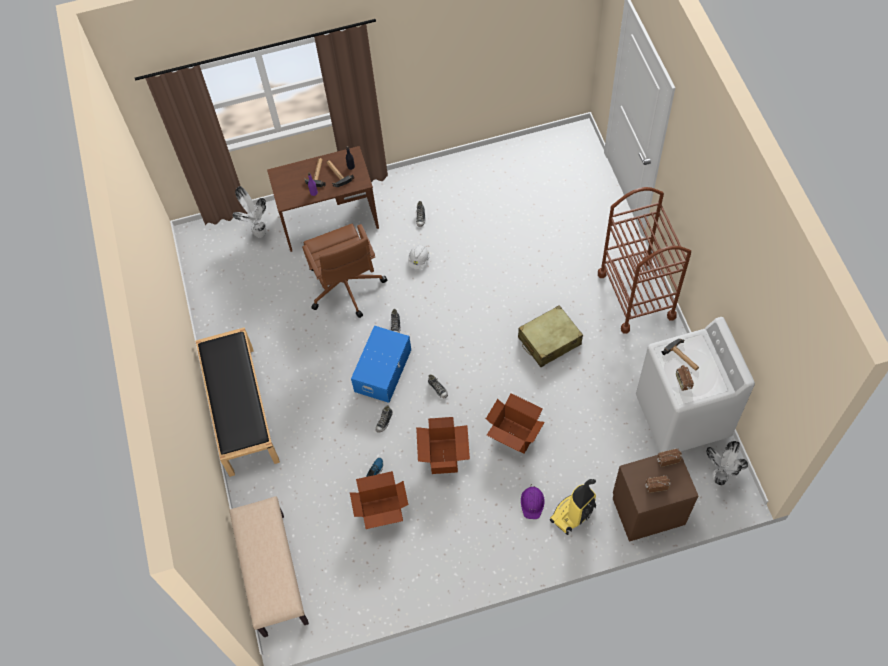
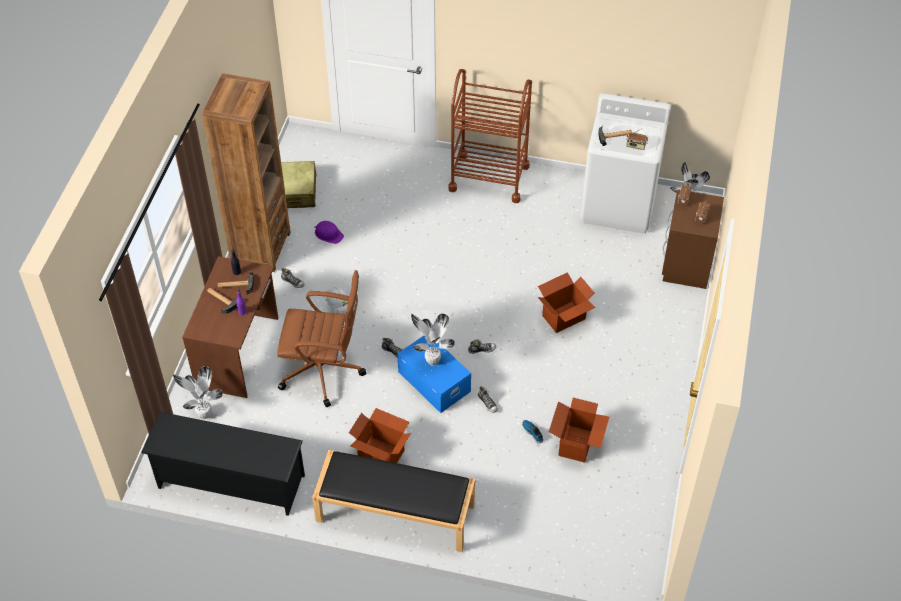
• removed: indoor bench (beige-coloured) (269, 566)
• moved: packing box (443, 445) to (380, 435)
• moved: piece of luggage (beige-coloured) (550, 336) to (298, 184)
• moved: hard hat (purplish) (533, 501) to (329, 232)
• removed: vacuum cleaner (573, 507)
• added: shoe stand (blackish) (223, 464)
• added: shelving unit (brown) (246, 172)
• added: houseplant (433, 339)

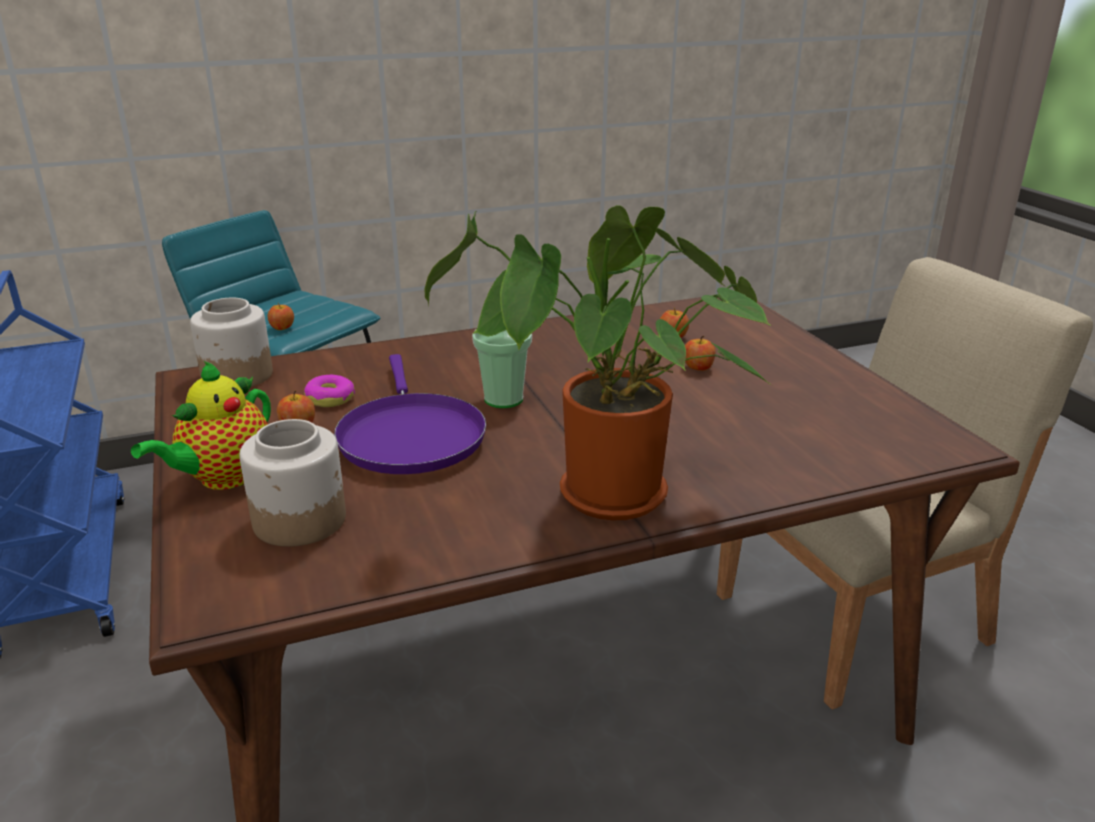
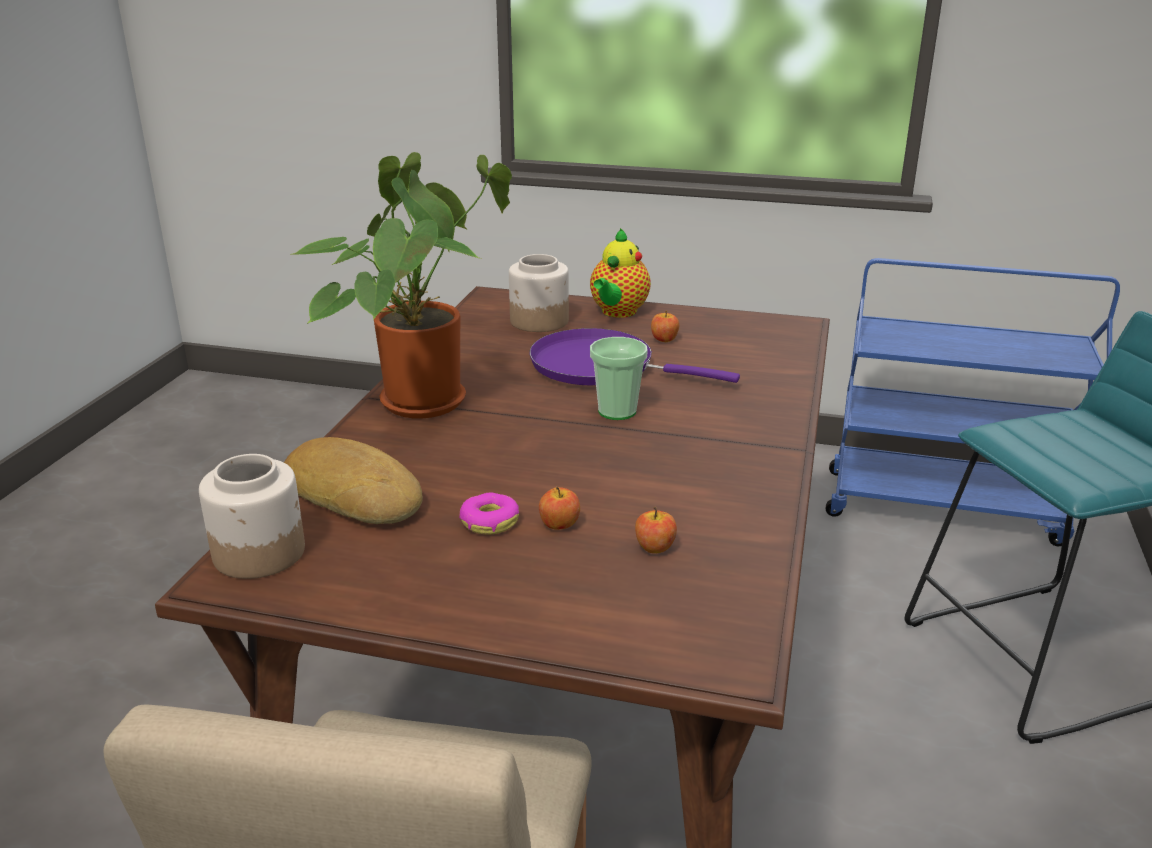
• turned: teapot (201, 425) = (620, 273) 135 degrees counterclockwise
• moved: preserve jar (231, 342) to (252, 516)
• removed: whole apple (281, 316)
• moved: ring doughnut (329, 391) to (489, 514)
• added: bakery bread (353, 480)

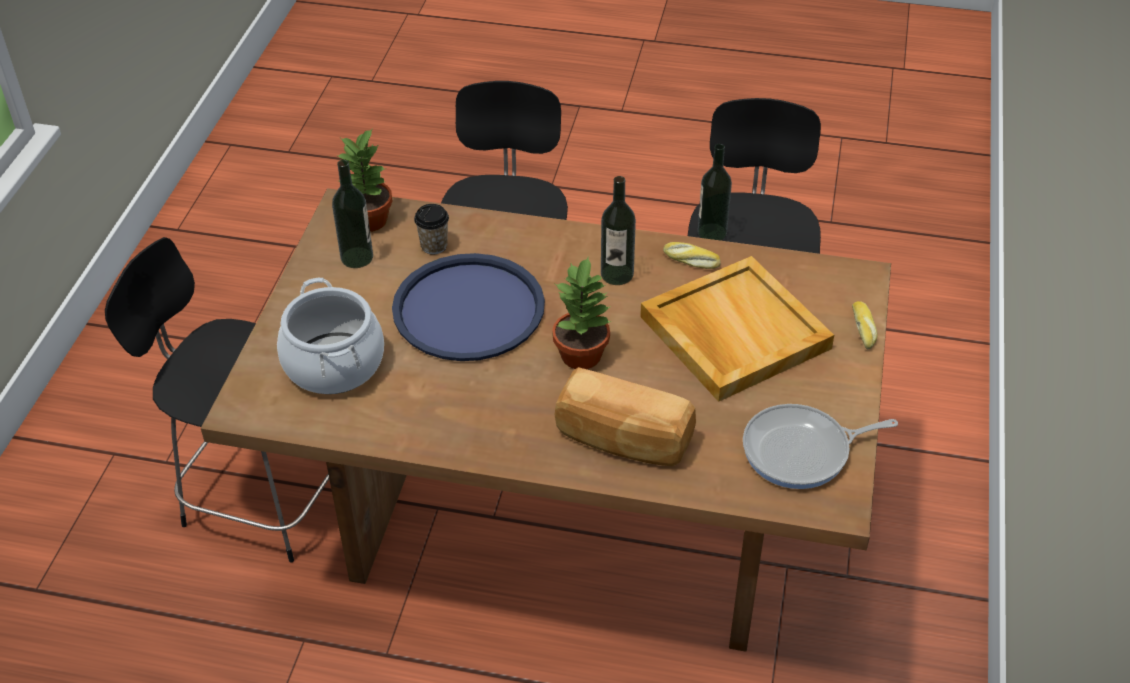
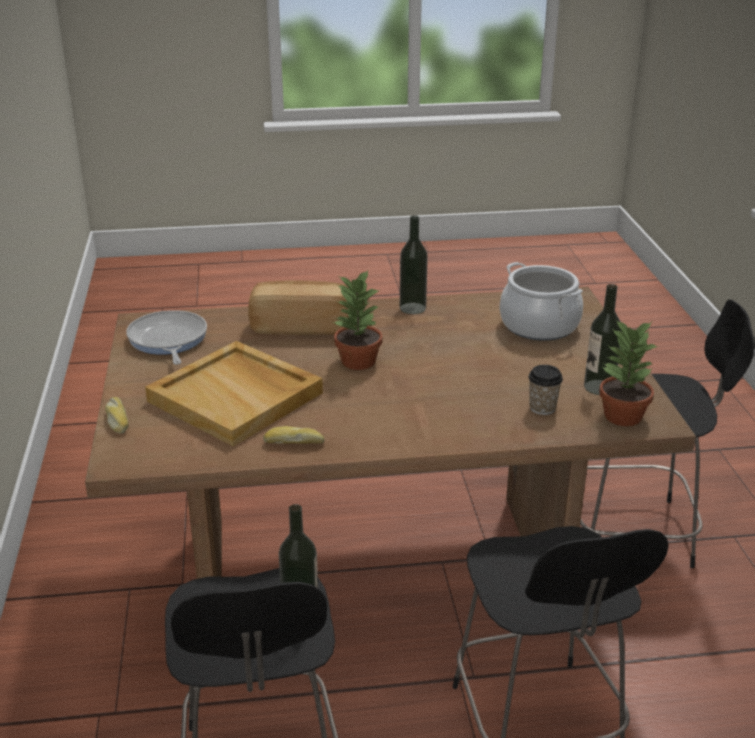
• removed: serving tray (blue) (468, 307)
• moved: drink bottle (618, 230) to (414, 264)
• turned: frying pan (820, 446) = (166, 337) 75 degrees counterclockwise

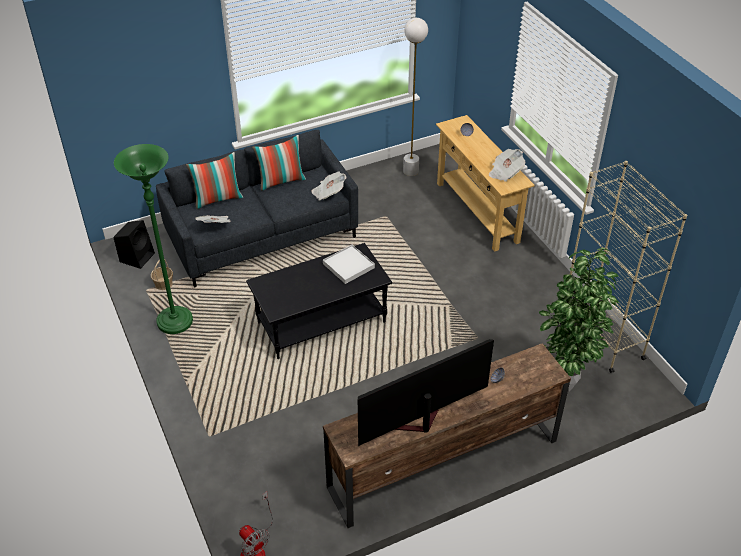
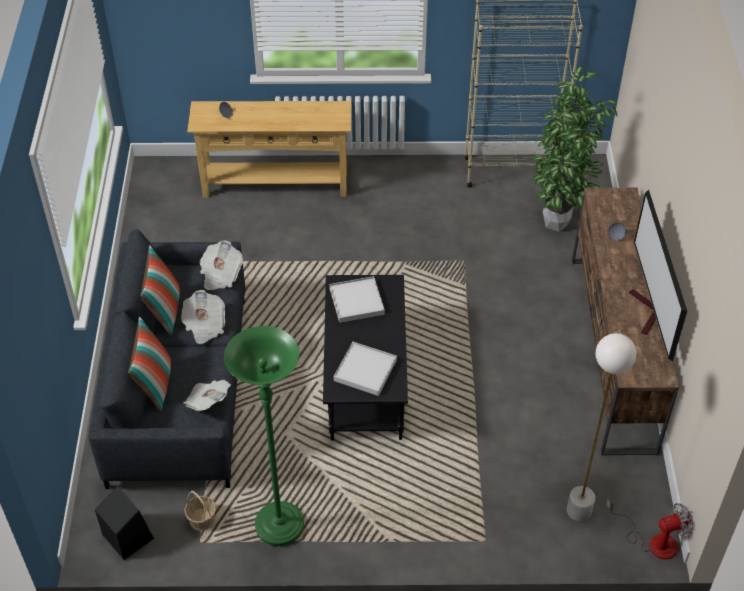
• moved: standing lamp (white-coloured) (415, 97) to (602, 427)
• moved: printed paper (507, 165) to (203, 317)
• added: serving tray (white-coloured) (365, 369)

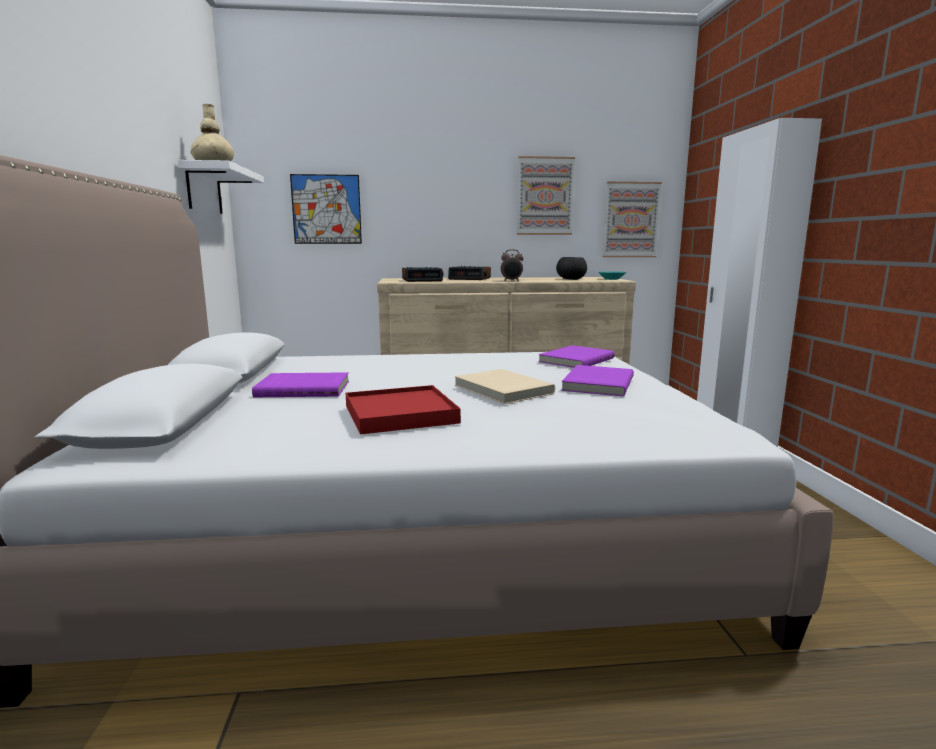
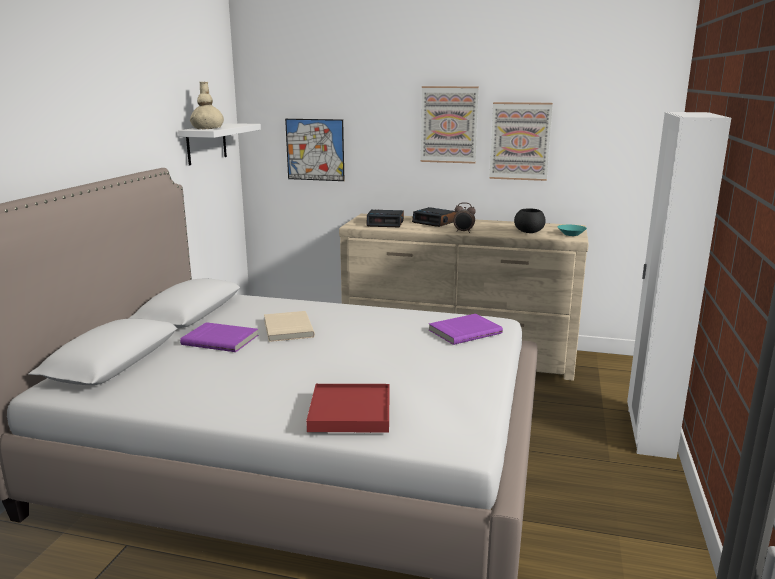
• moved: serving tray (red-coloured) (403, 409) to (348, 408)
• moved: bound book (beige-coloured) (505, 386) to (289, 326)
• removed: bound book (purplish) (597, 380)
• moved: wall art (632, 219) to (450, 125)

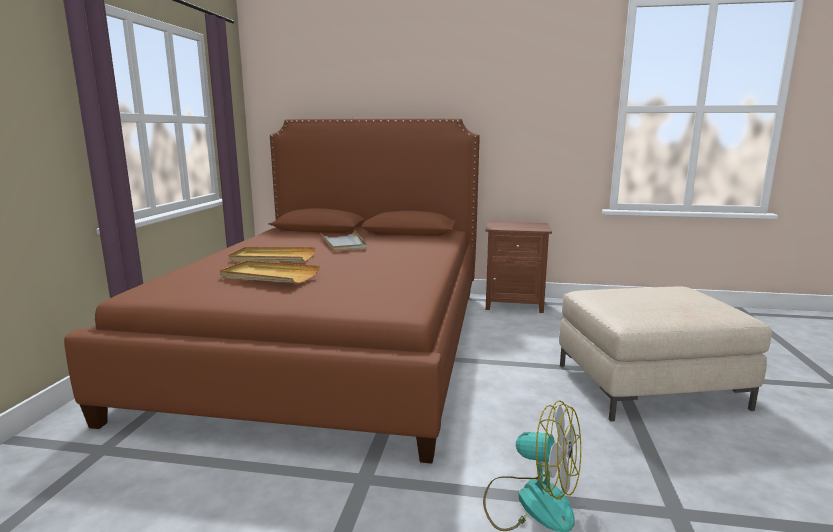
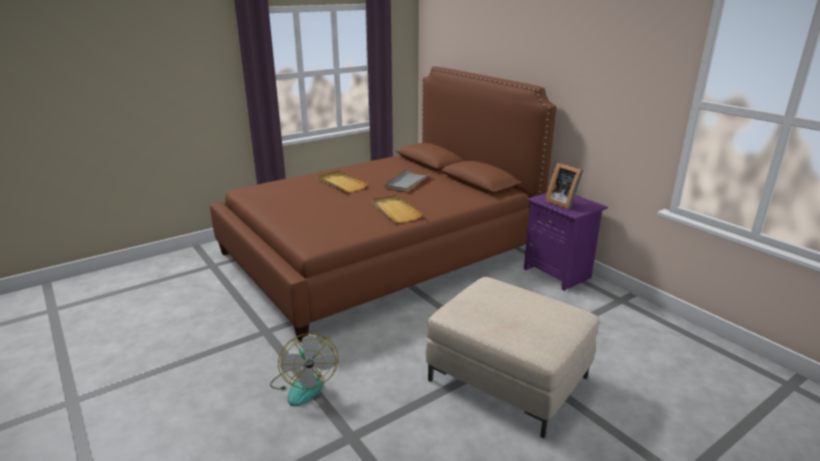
• moved: serving tray (beige-coloured) (270, 272) to (397, 209)
• recoloured: bedside table (brown) (519, 267) to bedside table (purplish) (566, 242)
• added: picture frame (564, 186)

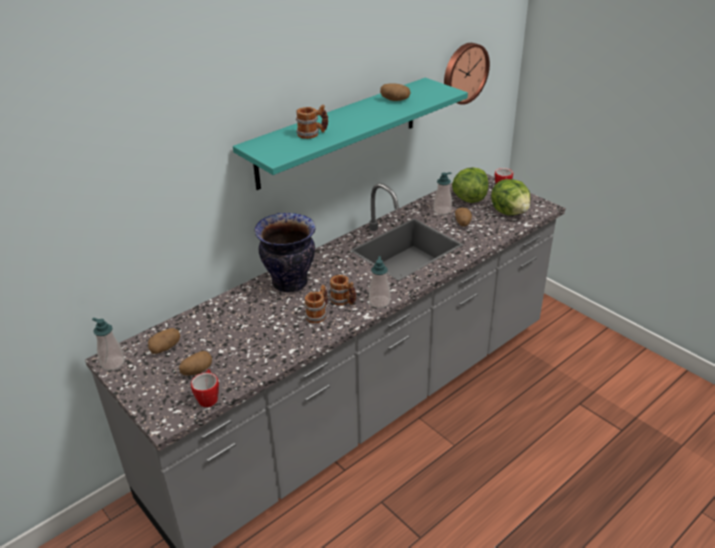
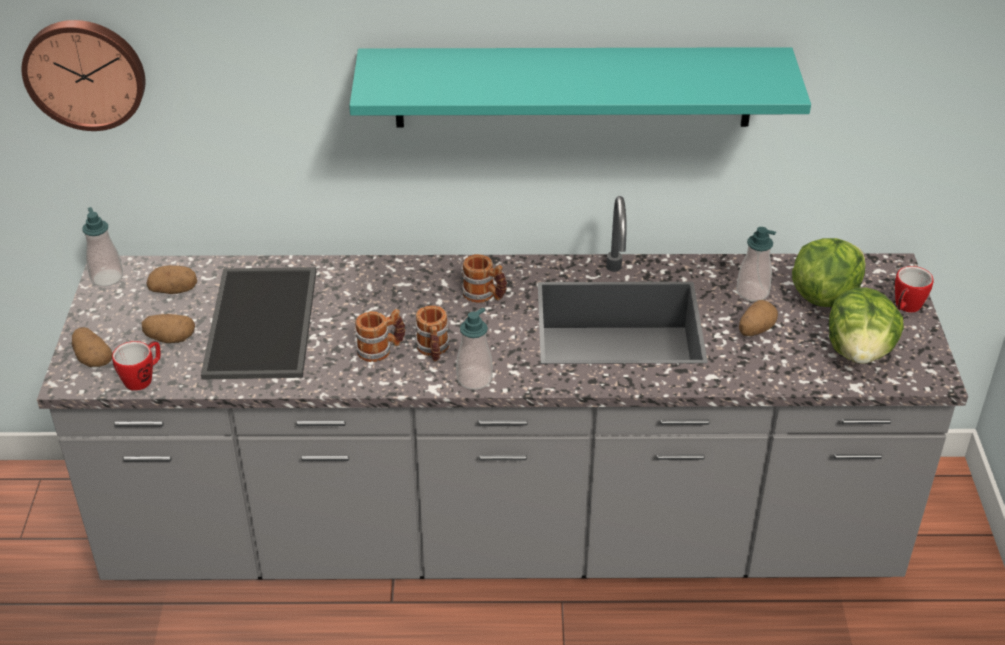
• removed: vase (285, 252)
• moved: coffee mug (312, 121) to (484, 278)
• moved: spud (395, 92) to (92, 347)
• moved: wall clock (467, 74) to (83, 75)
• added: serving tray (258, 323)

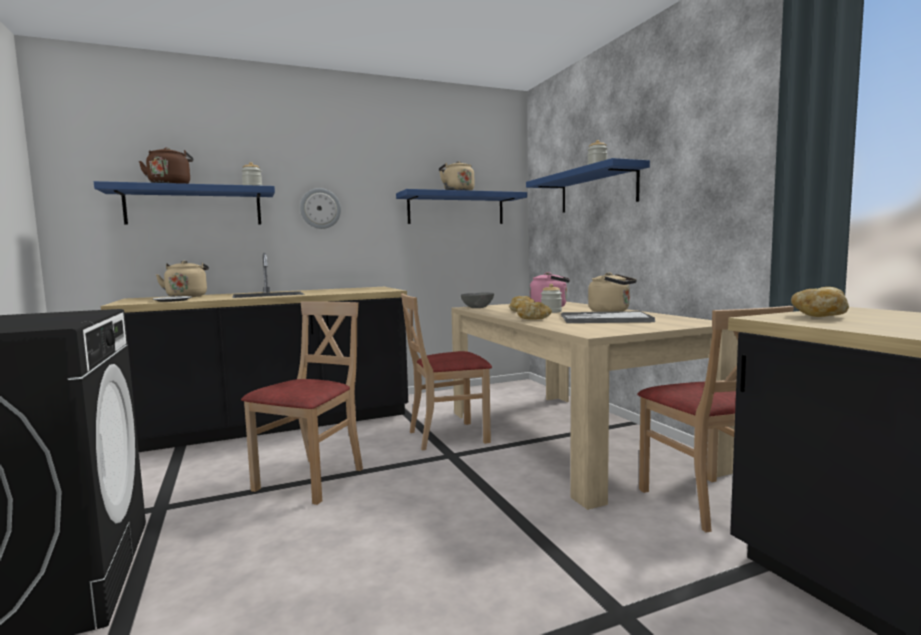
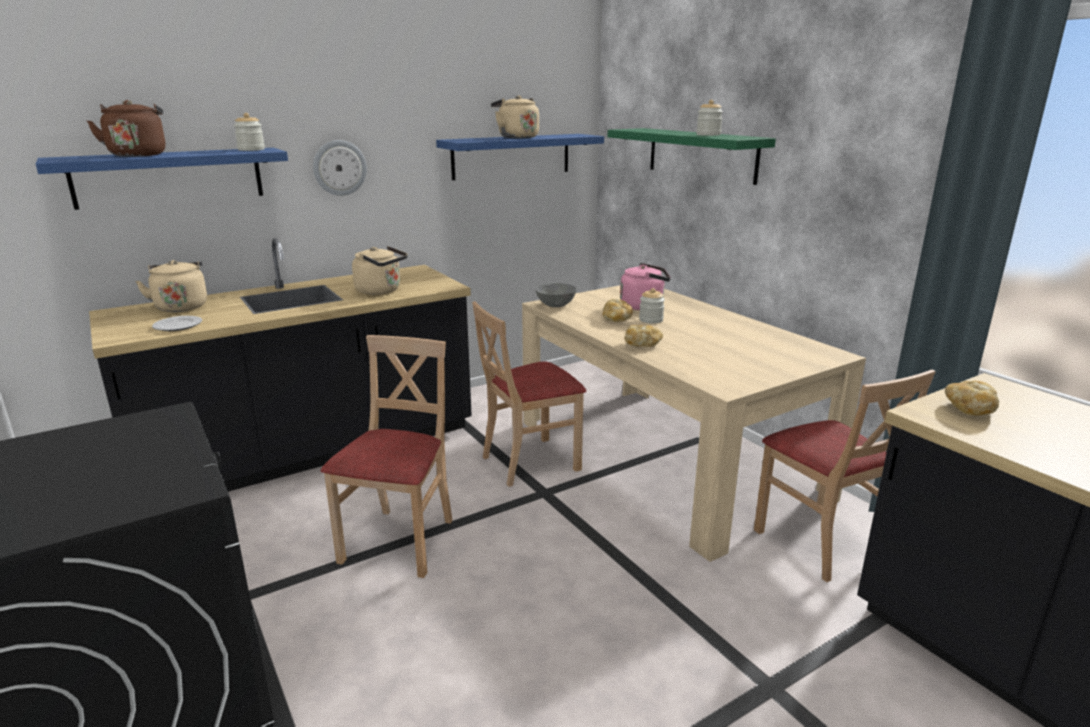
• recoloured: bracket shelf (blue) (588, 185) to bracket shelf (green-coloured) (692, 156)
• removed: serving tray (608, 317)
• moved: water kettle (beige-coloured) (612, 292) to (380, 270)

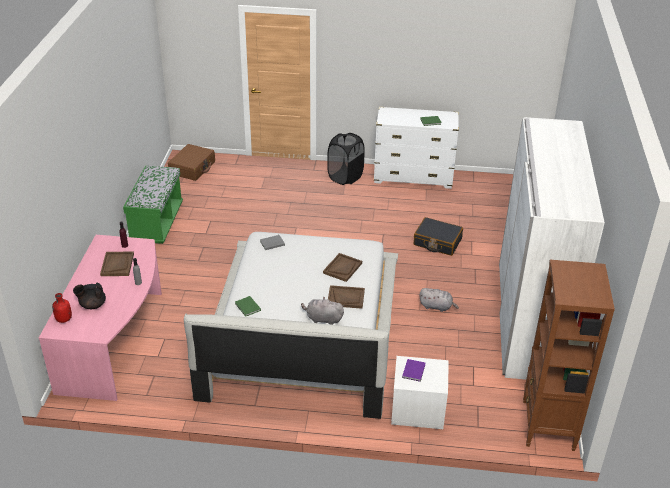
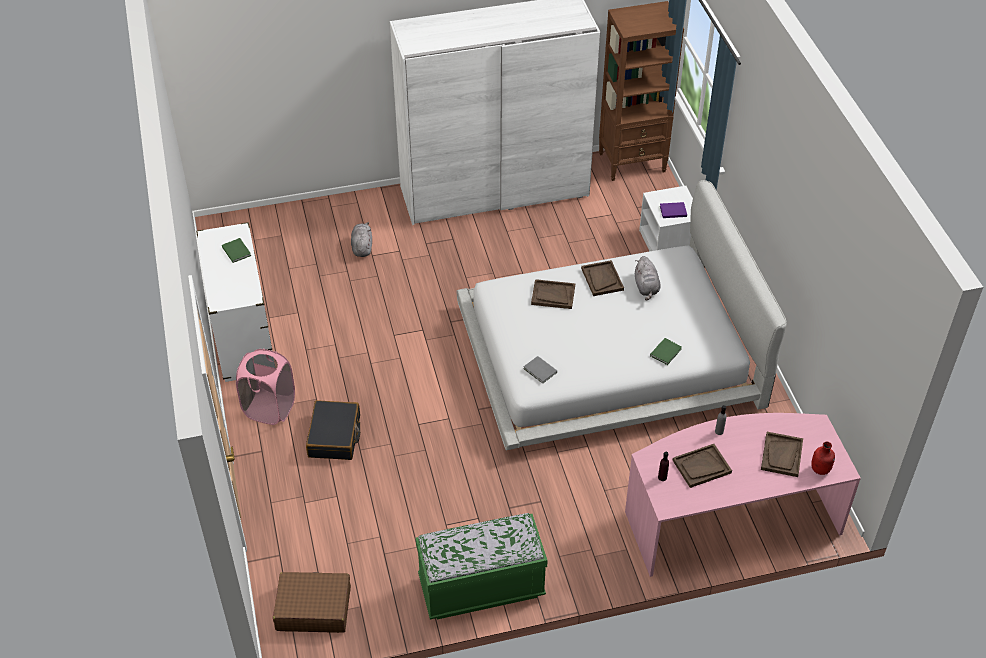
• replaced: teapot (blackish) (89, 296) to serving tray (brown) (782, 454)
• recoloured: hamper (blackish) (346, 159) to hamper (pinkish) (265, 387)
• moved: piece of luggage (blackish) (438, 236) to (333, 430)
• moved: cuddly toy (gray) (439, 300) to (361, 239)

